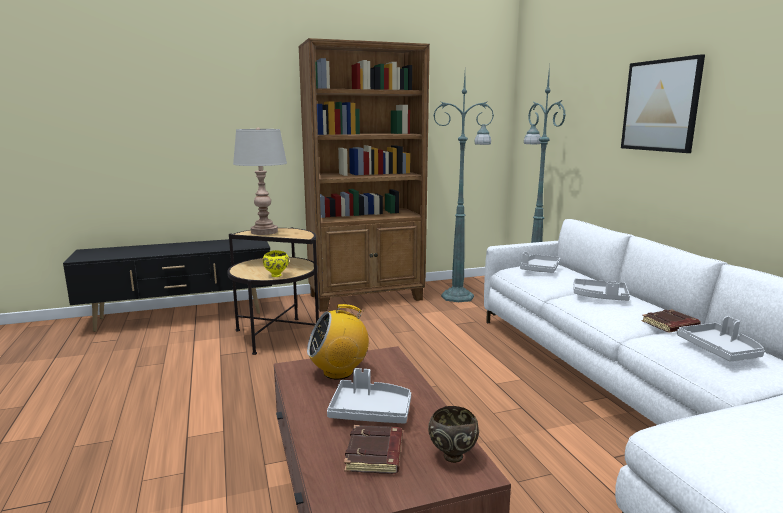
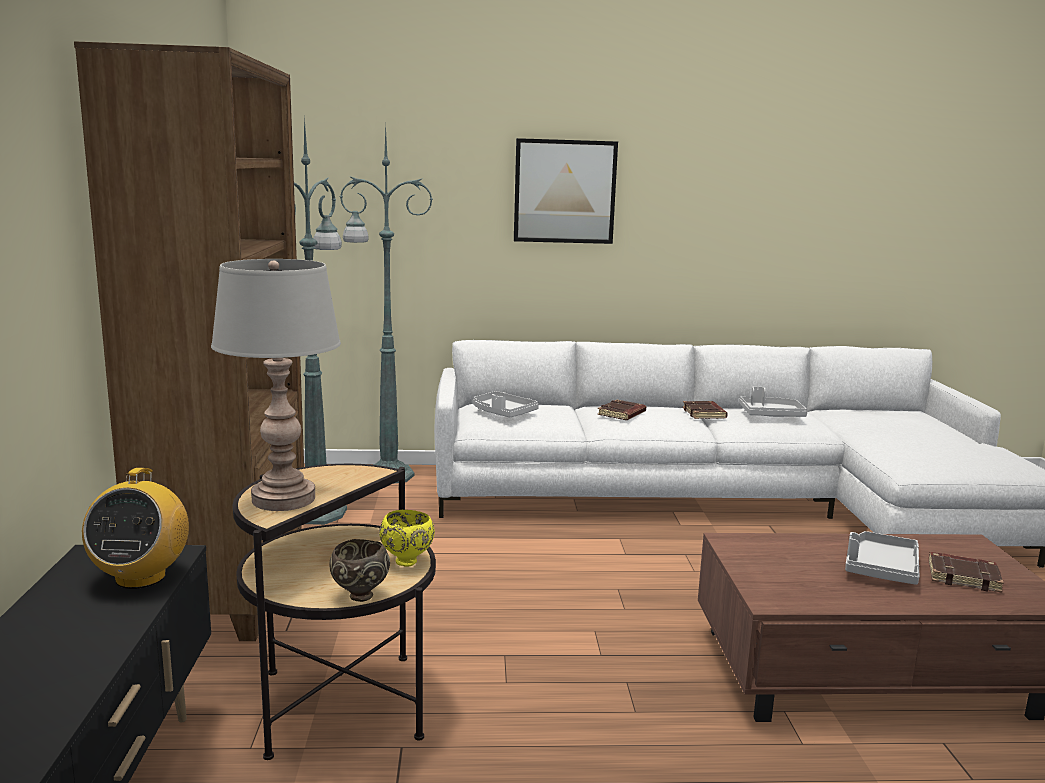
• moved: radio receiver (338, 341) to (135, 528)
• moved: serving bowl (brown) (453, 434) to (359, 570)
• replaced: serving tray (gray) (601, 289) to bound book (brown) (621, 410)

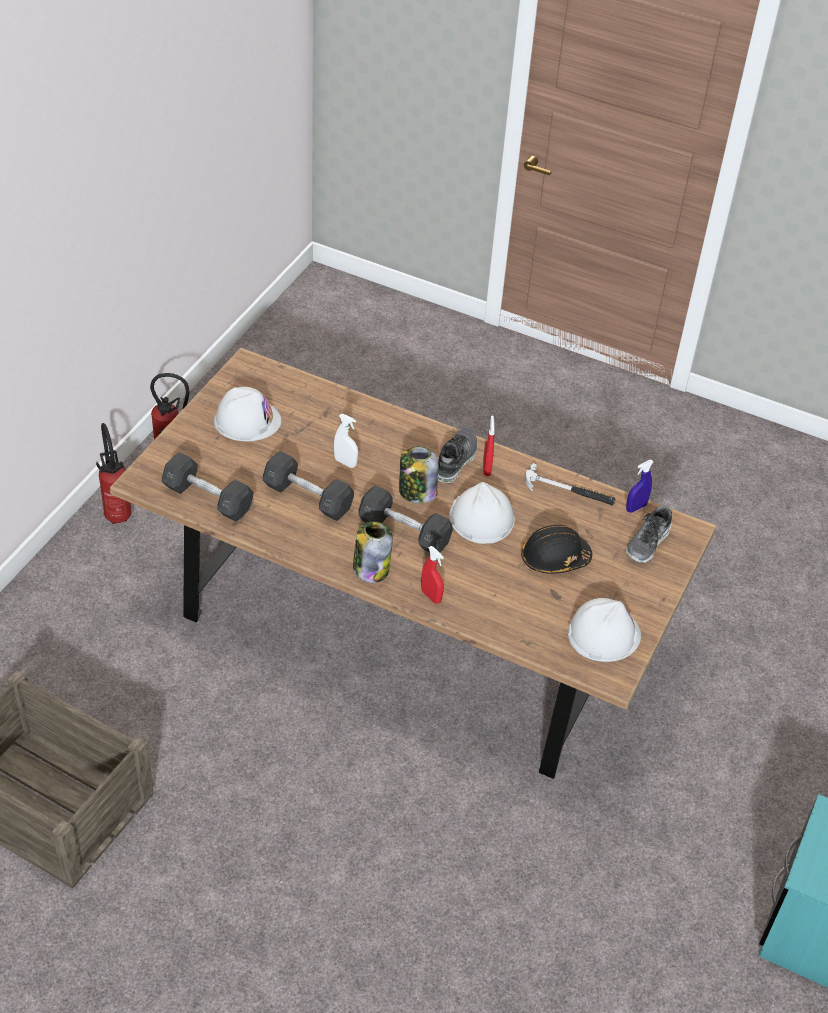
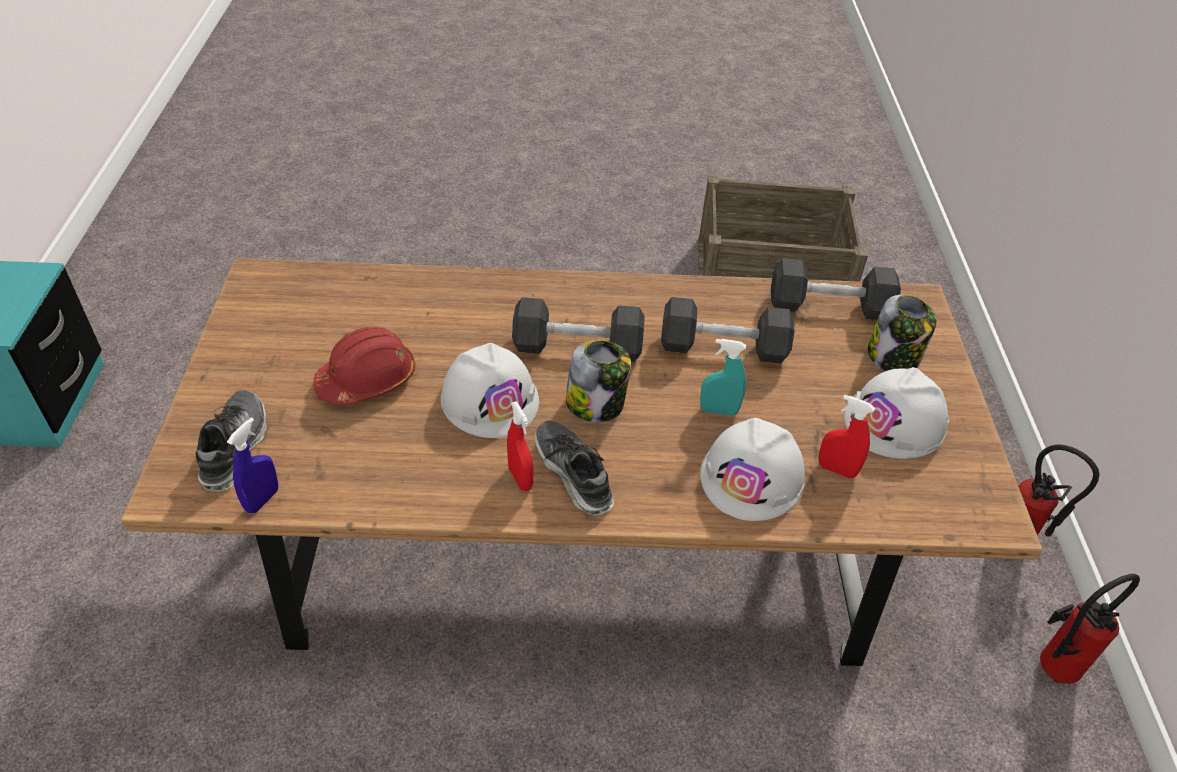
• recoloured: spray bottle (white-coloured) (346, 441) to spray bottle (turquoise-coloured) (723, 377)
• moved: preserve jar (373, 552) to (902, 333)
• moved: spray bottle (red-coloured) (432, 575) to (846, 436)
• turned: shoe (458, 455) = (574, 468) 150 degrees clockwise
• recoloured: hard hat (blackish) (556, 549) to hard hat (red-coloured) (364, 366)
• removed: hand hammer (570, 484)
• moved: hard hat (white-coloured) (604, 630) to (752, 469)

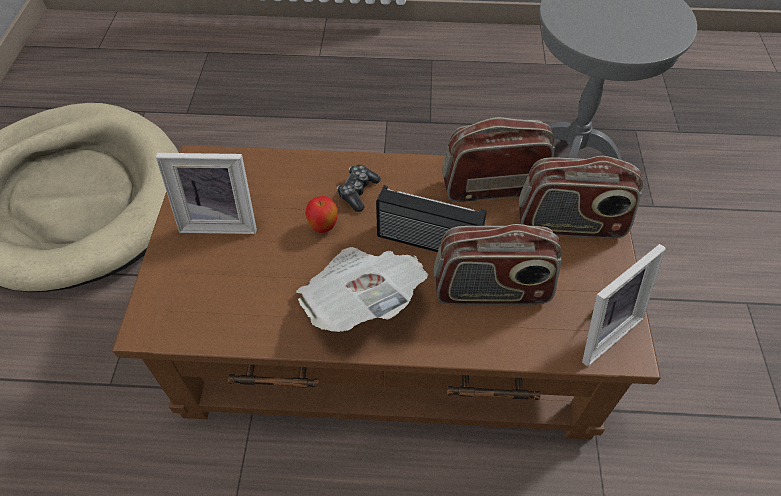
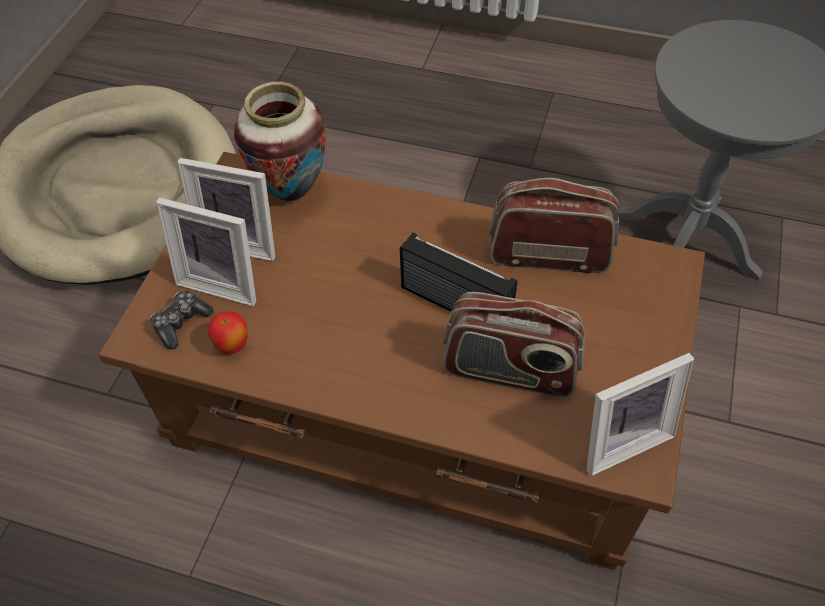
• removed: printed paper (362, 289)
• moved: whole apple (321, 214) to (228, 332)
• moved: game controller (359, 188) to (182, 320)
• removed: radio receiver (581, 197)
• added: picture frame (206, 252)
• added: vase (280, 142)

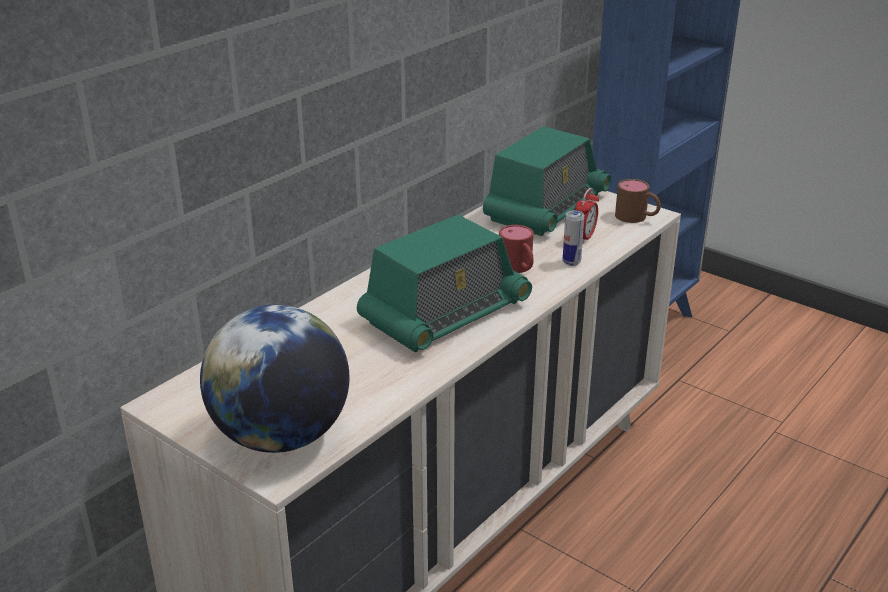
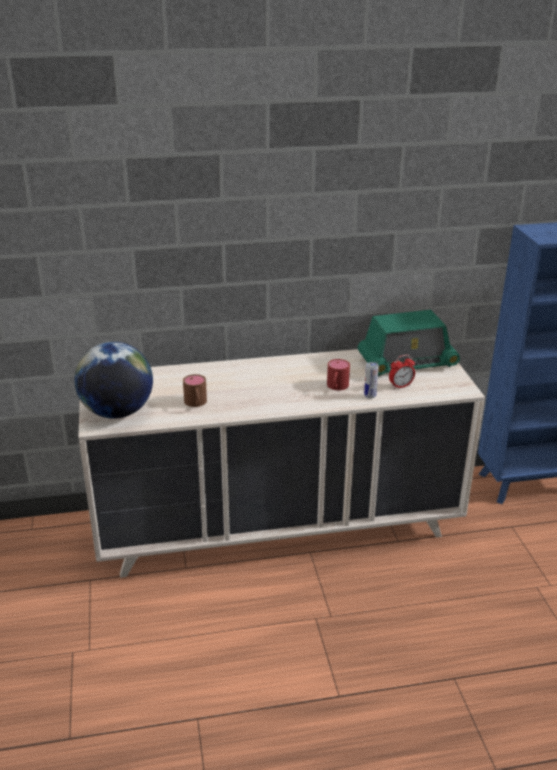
• removed: radio receiver (444, 283)
• moved: coffee mug (brown) (638, 201) to (195, 390)

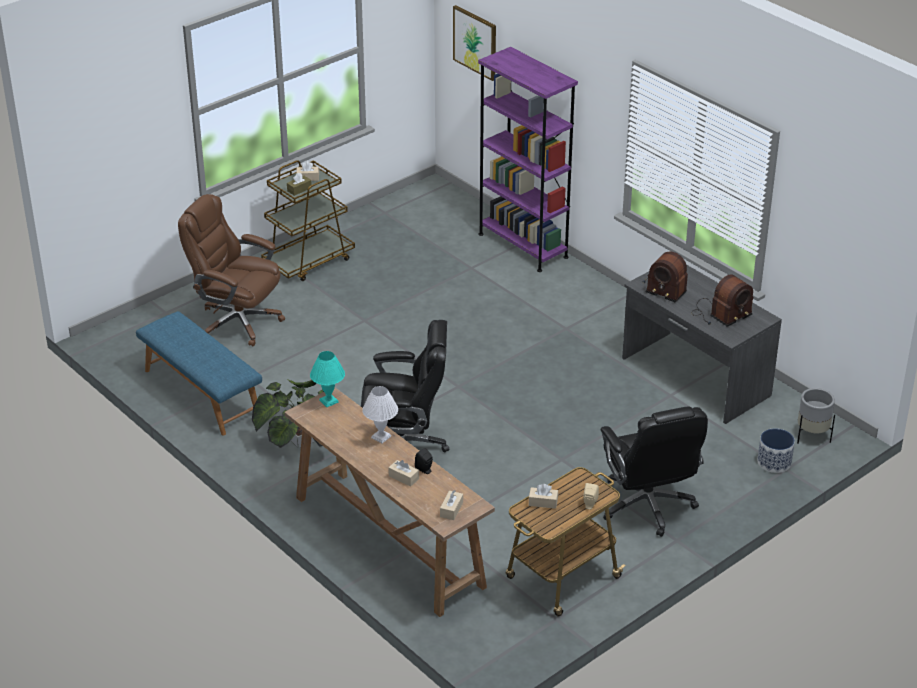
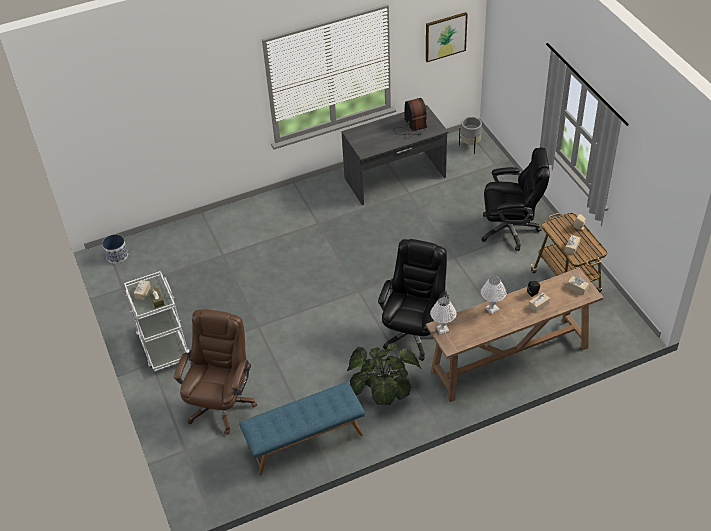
• turned: desk chair (brown) (231, 270) = (215, 372) 150 degrees clockwise
• recoloured: cart (brown) (308, 220) to cart (white-coloured) (156, 321)
• recoloured: tabletop lamp (turquoise-coloured) (327, 379) to tabletop lamp (white-coloured) (443, 316)
• moved: wall art (474, 43) to (447, 37)
• removed: shelving unit (purplish) (528, 159)
• removed: radio receiver (665, 277)
• moved: plant pot (776, 450) to (115, 249)

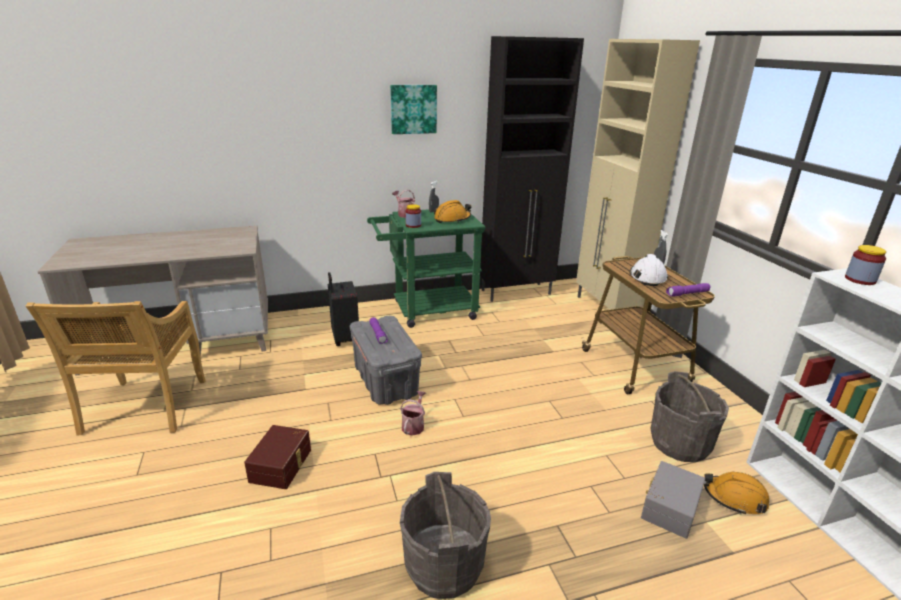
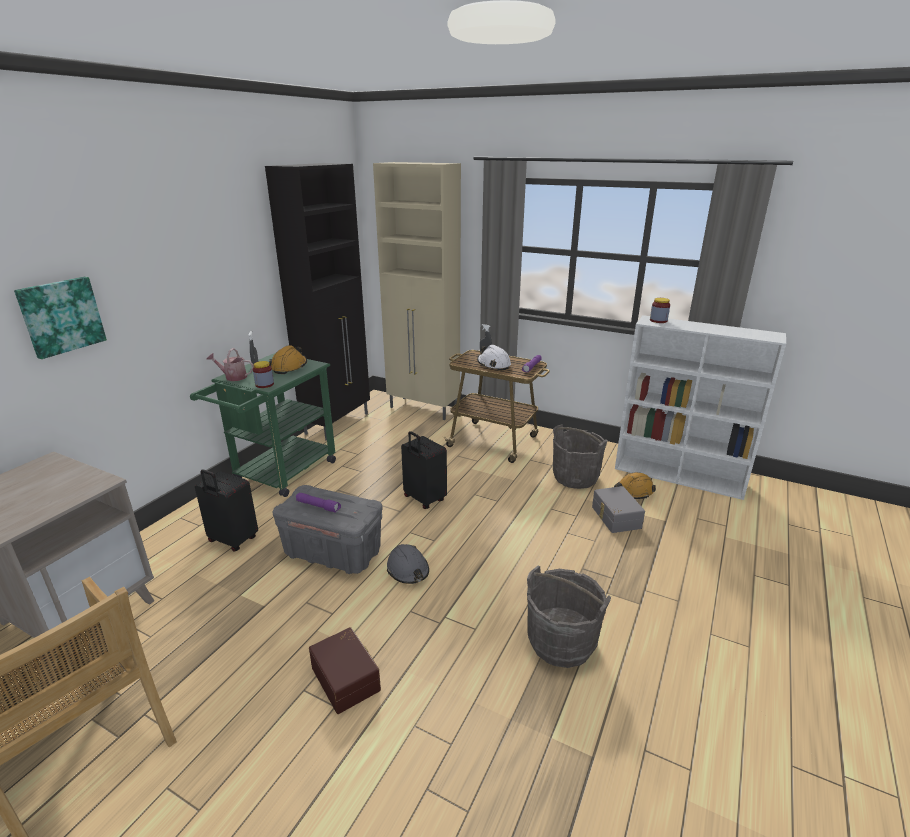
• moved: wall art (413, 109) to (60, 318)
• replaced: sprinkling can (413, 413) to hard hat (gray) (408, 564)
• added: piece of luggage (blackish) (424, 470)

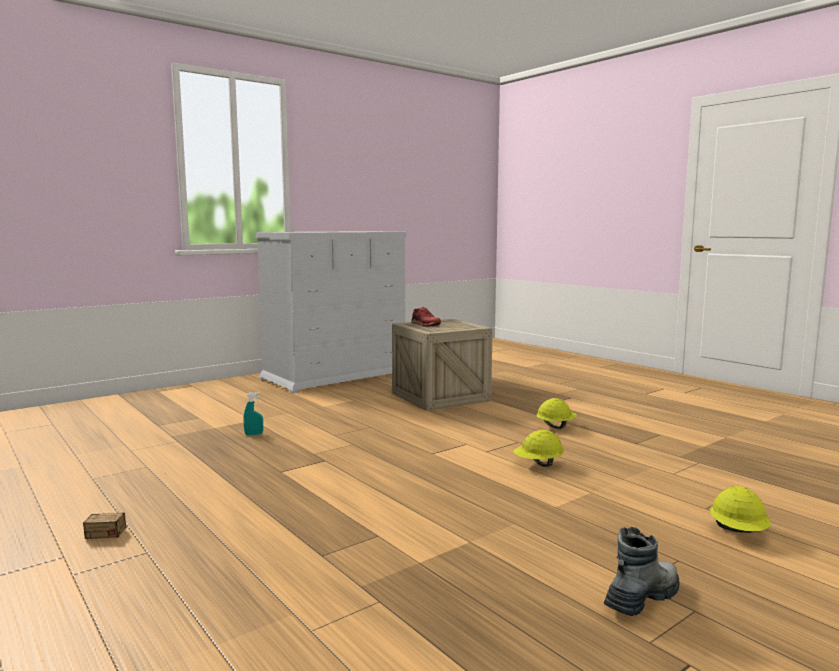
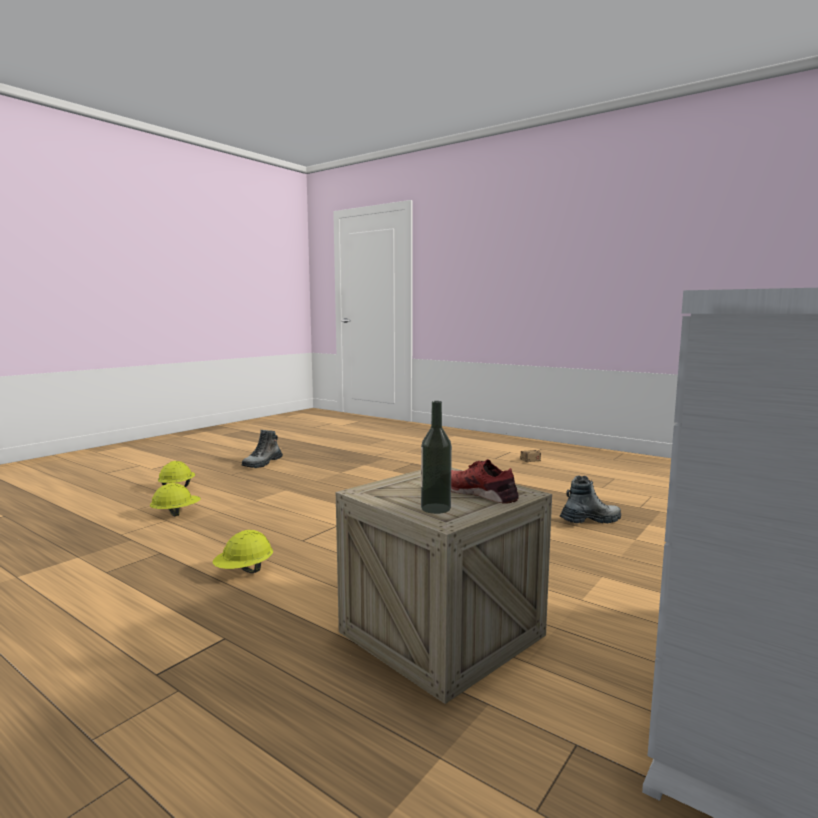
• replaced: spray bottle (turquoise-coloured) (253, 413) to high-top boot (590, 499)
• moved: hard hat (yellow-coloured) (539, 448) to (175, 499)
• added: drink bottle (436, 457)

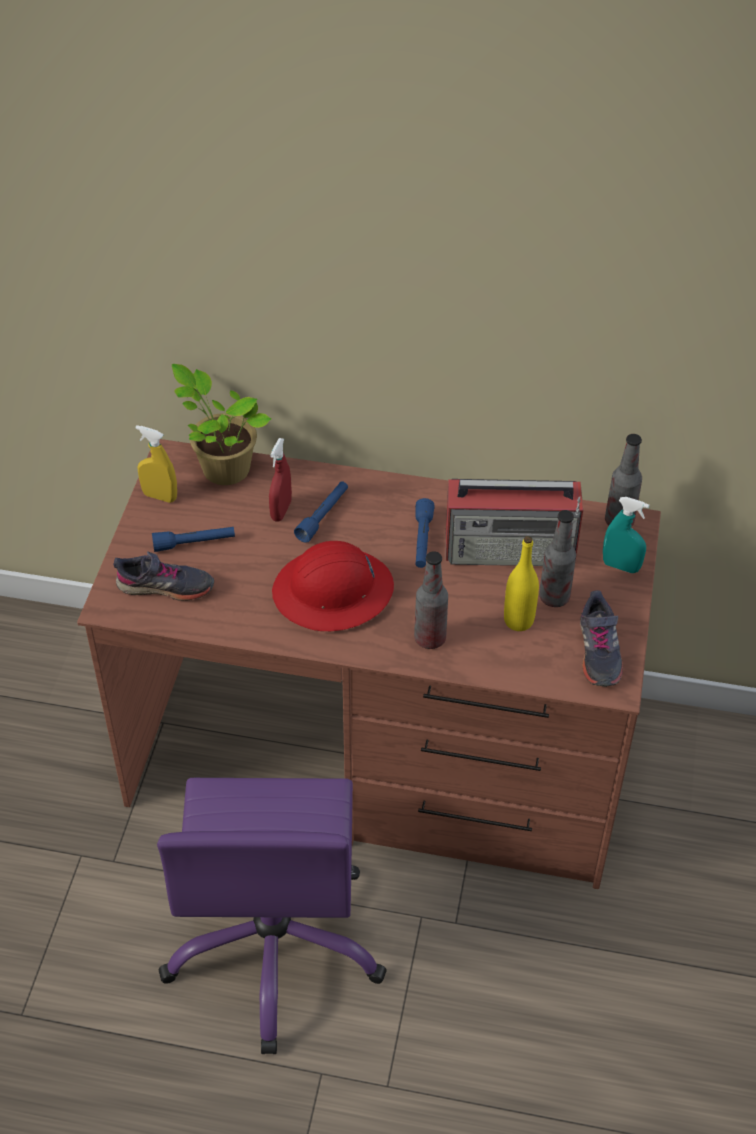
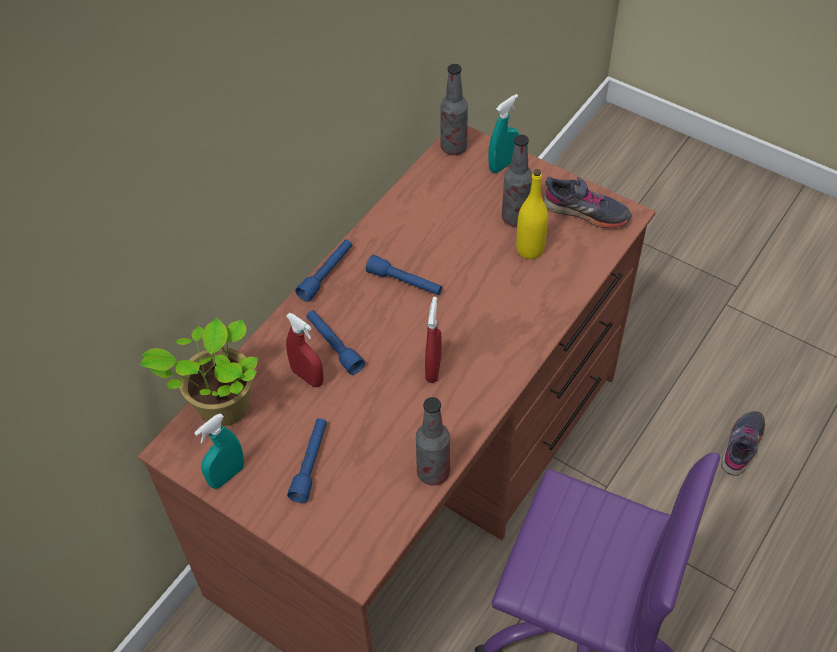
• moved: shoe (gray) (163, 576) to (743, 443)
• recoloured: spray bottle (yellow-coloured) (156, 464) to spray bottle (turquoise-coloured) (219, 451)
• replaced: hard hat (red-coloured) (333, 586) to spray bottle (red-coloured) (433, 340)
• moved: drink bottle (431, 600) to (433, 441)
• removed: radio receiver (514, 522)
• added: torch (blue) (323, 270)

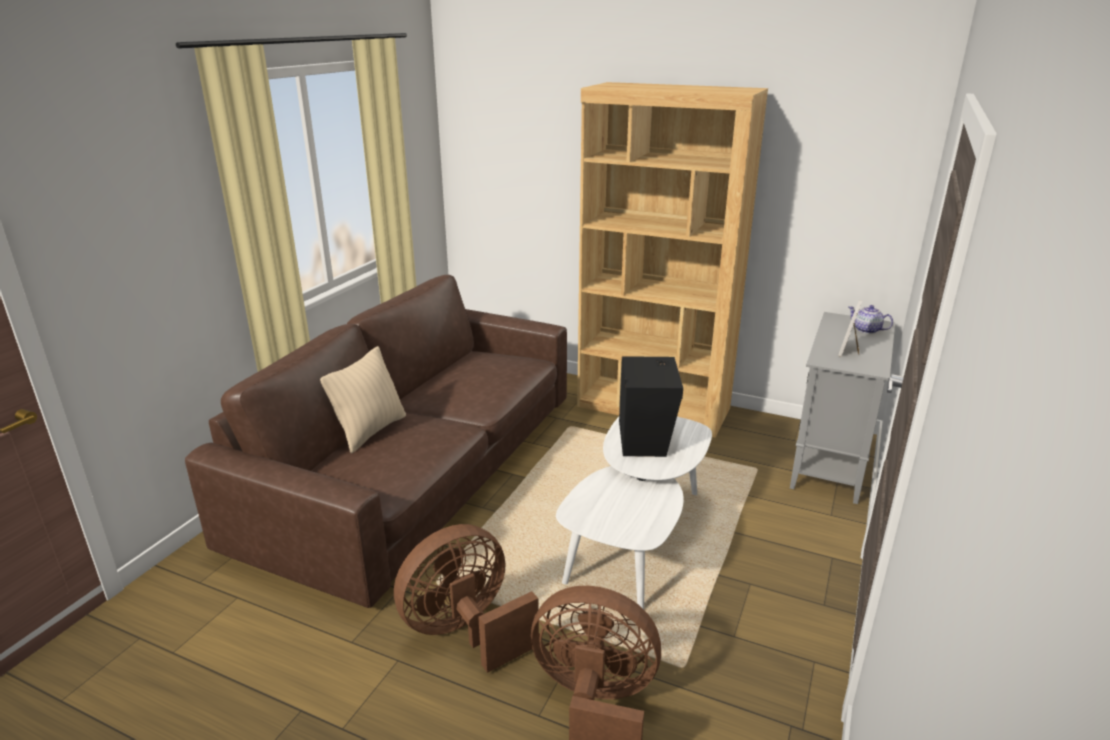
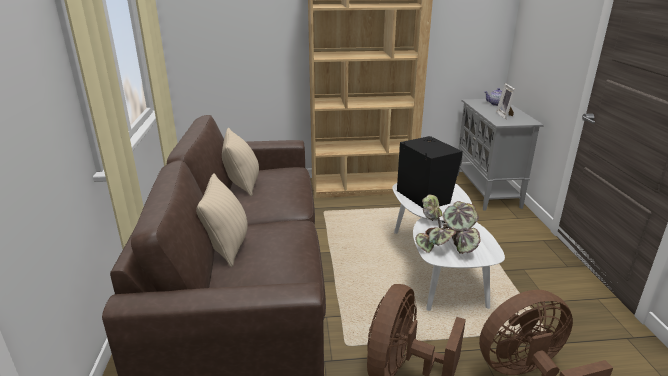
• added: pillow (beige-coloured) (240, 162)
• added: houseplant (448, 224)

